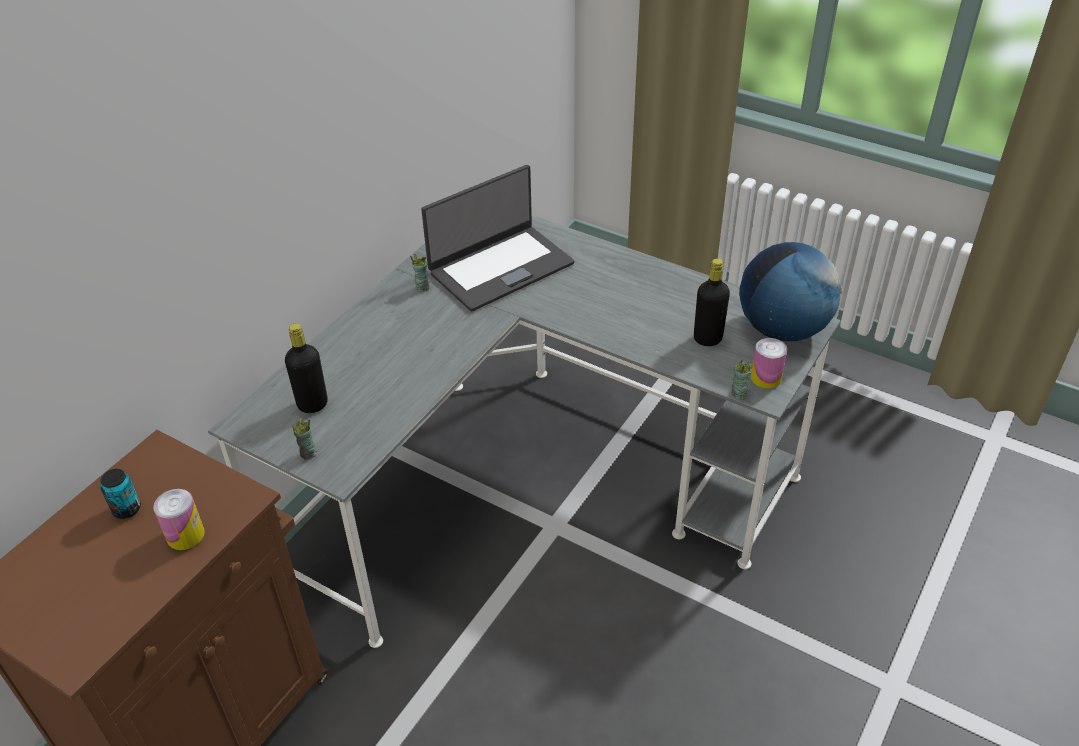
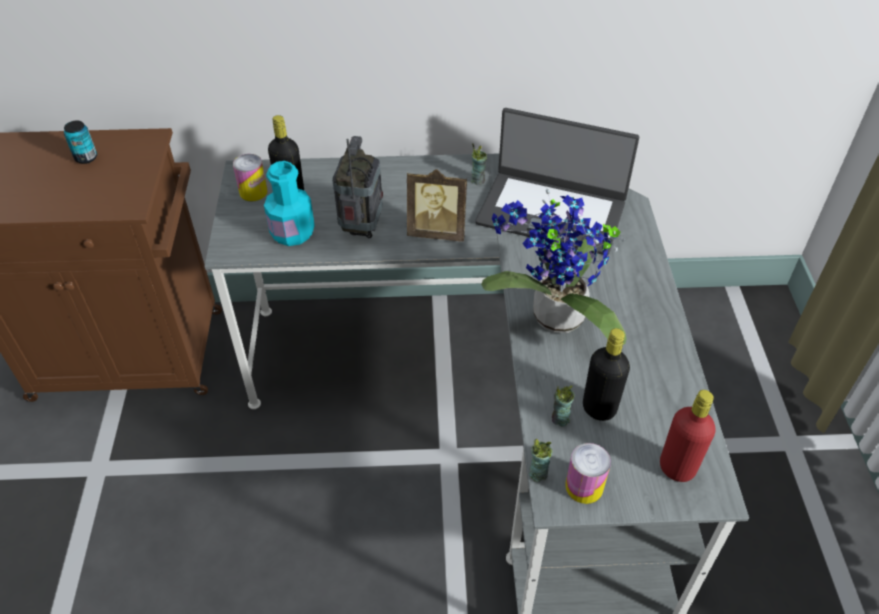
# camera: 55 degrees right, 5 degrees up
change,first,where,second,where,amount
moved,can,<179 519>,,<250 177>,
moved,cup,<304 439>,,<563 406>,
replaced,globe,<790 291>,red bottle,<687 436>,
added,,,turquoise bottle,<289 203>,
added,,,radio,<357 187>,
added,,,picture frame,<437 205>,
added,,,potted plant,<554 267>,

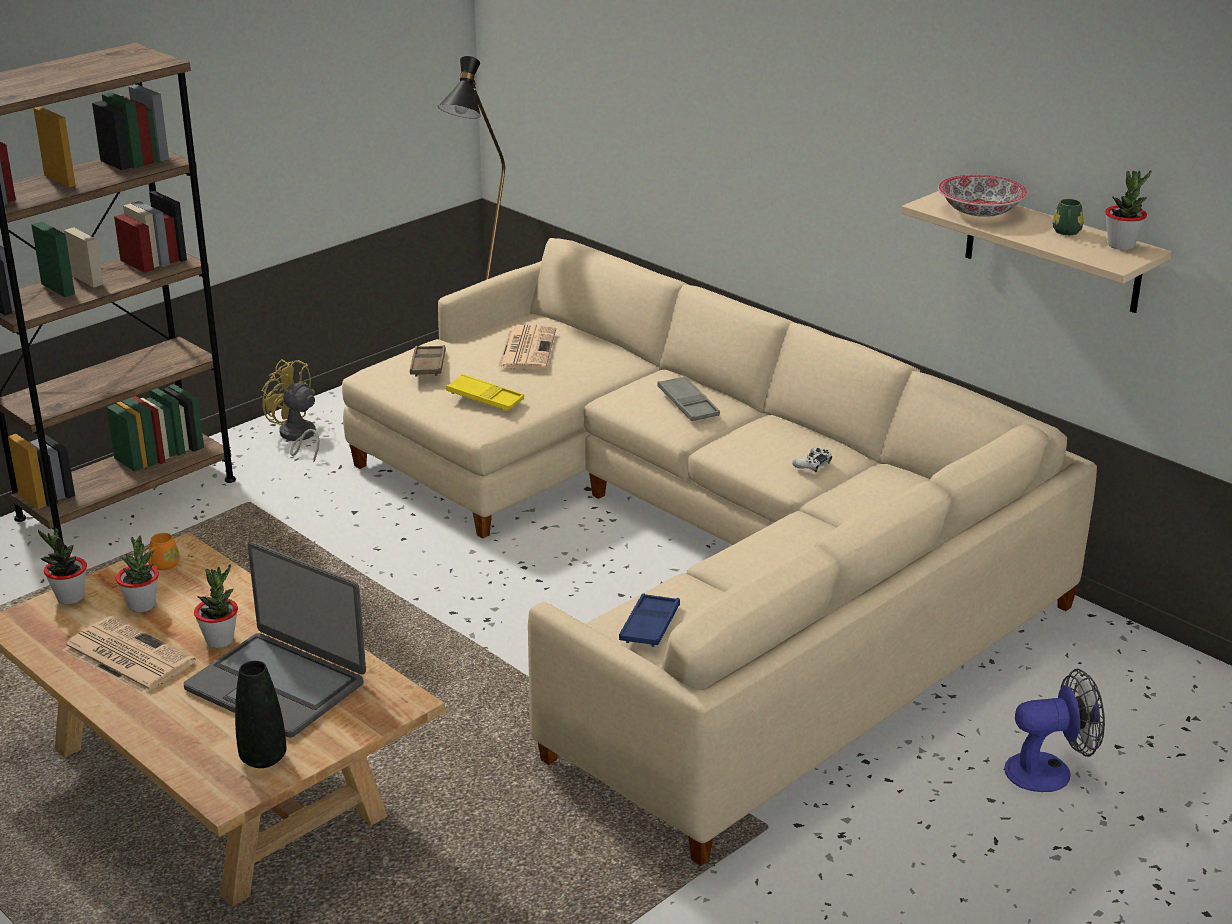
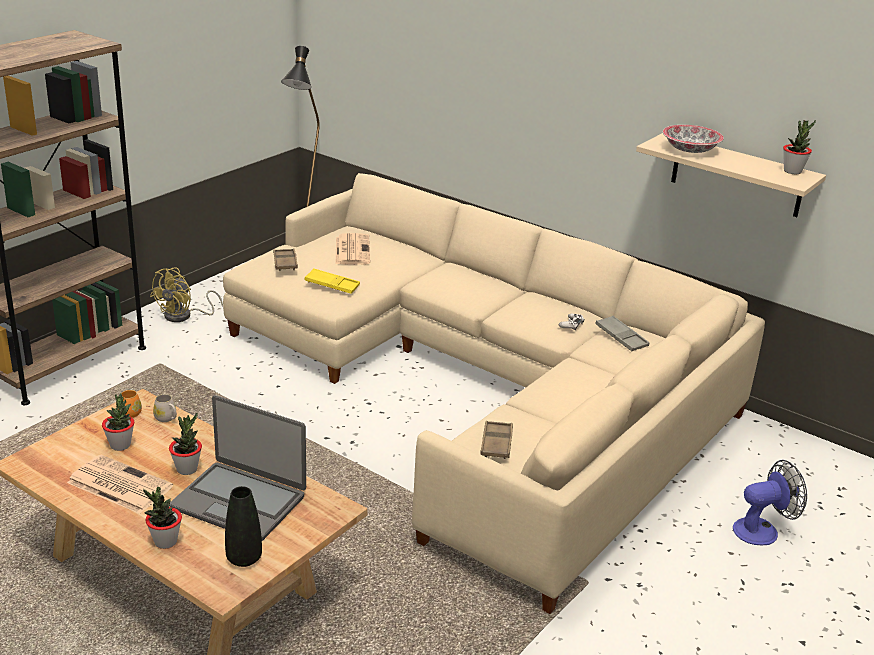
# camera: 10 degrees left, 0 degrees up
change,first,where,second,where,amount
moved,potted plant,<62 566>,,<162 517>,
turned,yellow fan,<290 410>,,<186 294>,90 degrees counterclockwise
recoloured,blue tray,<649 620>,brown tray,<496 440>,
moved,grey tray,<688 398>,,<622 333>,
removed,green mug,<1068 217>,,,
added,,,white mug,<165 408>,

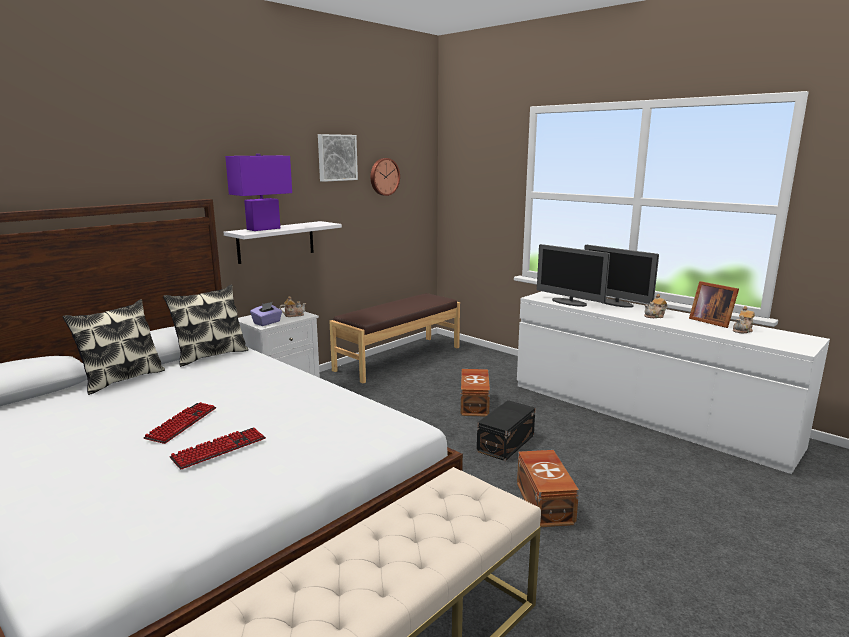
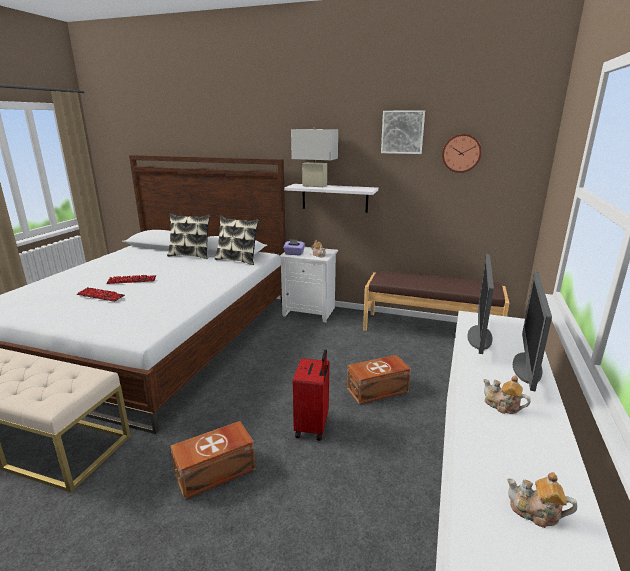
# camera: 65 degrees right, 5 degrees up
change,first,where,second,where,amount
recoloured,purple table lamp,<258 192>,white table lamp,<314 157>,
replaced,black storage box,<506 430>,red suitcase,<311 395>,
removed,picture frame,<714 304>,,,

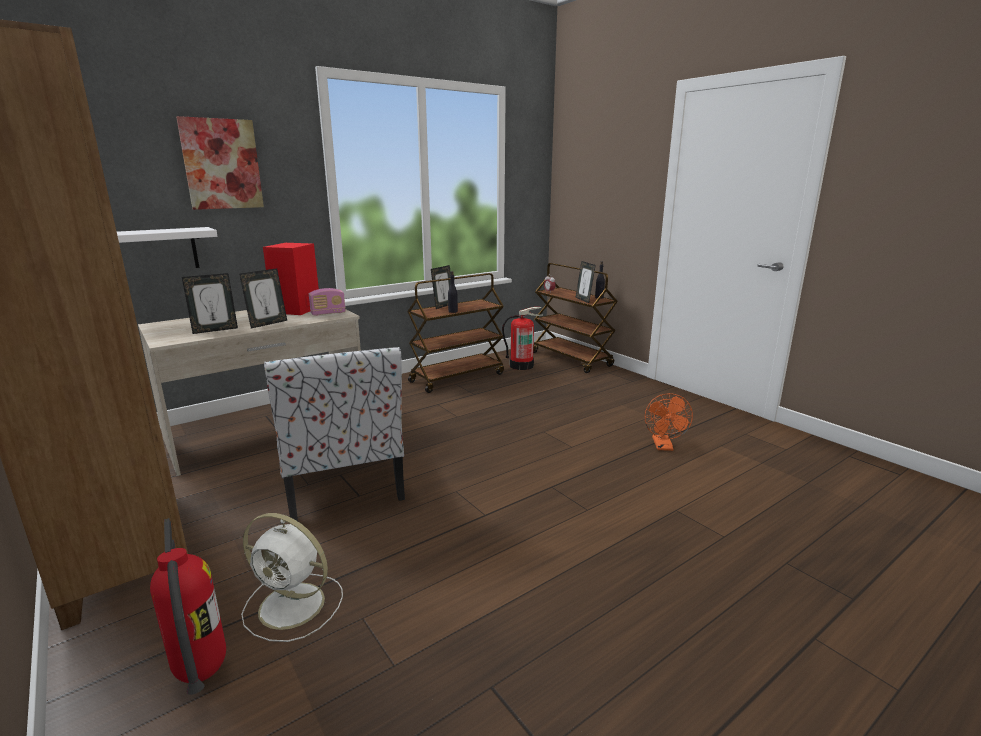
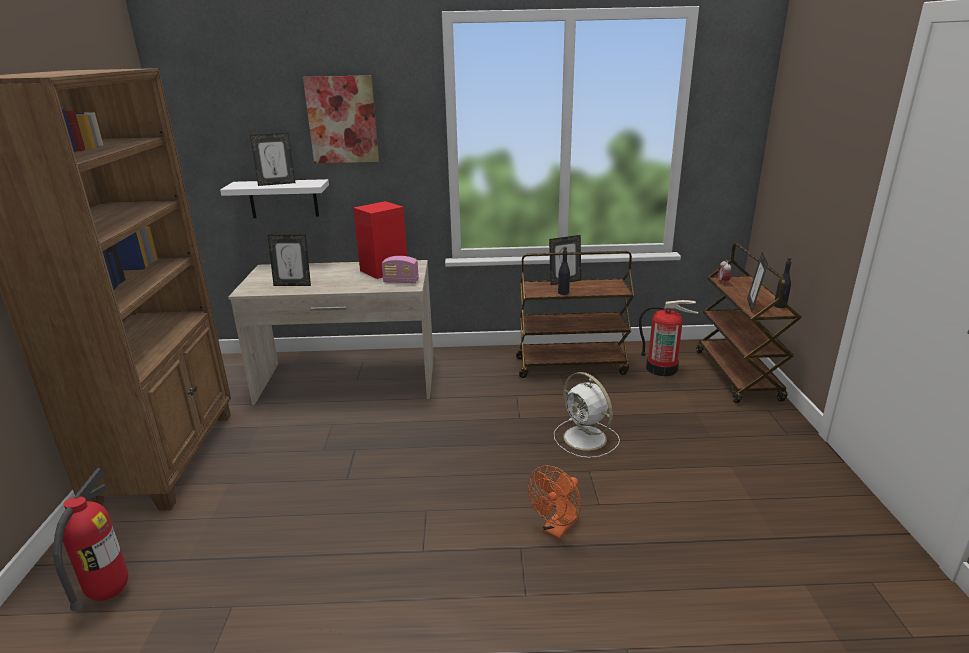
# camera: 35 degrees right, 5 degrees up
change,first,where,second,where,amount
moved,picture frame,<263 298>,,<273 159>,
moved,white fan,<292 577>,,<587 415>,
removed,chair,<334 434>,,,
moved,orange fan,<669 422>,,<554 502>,

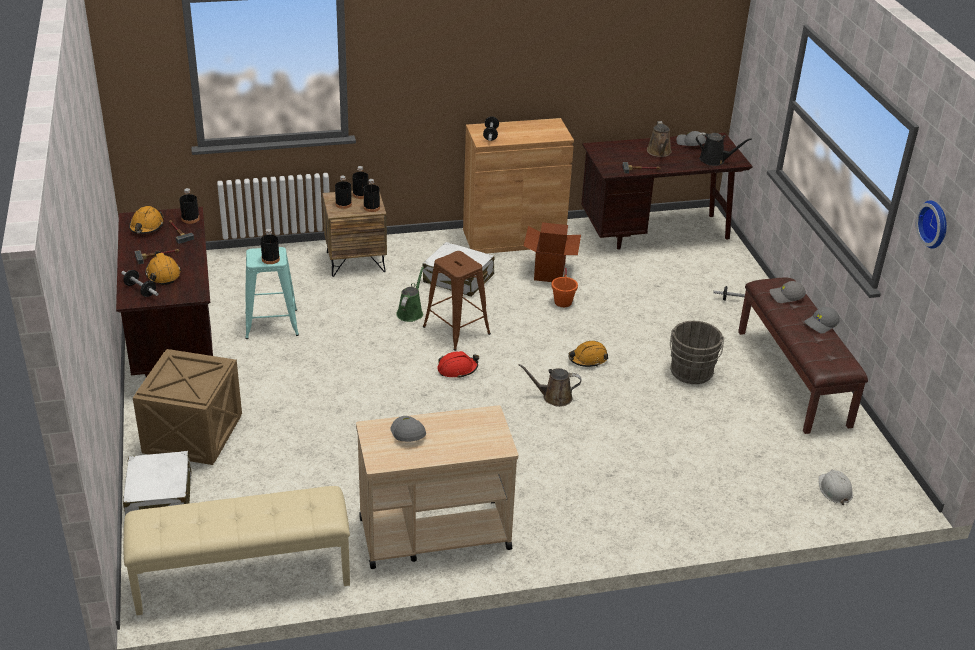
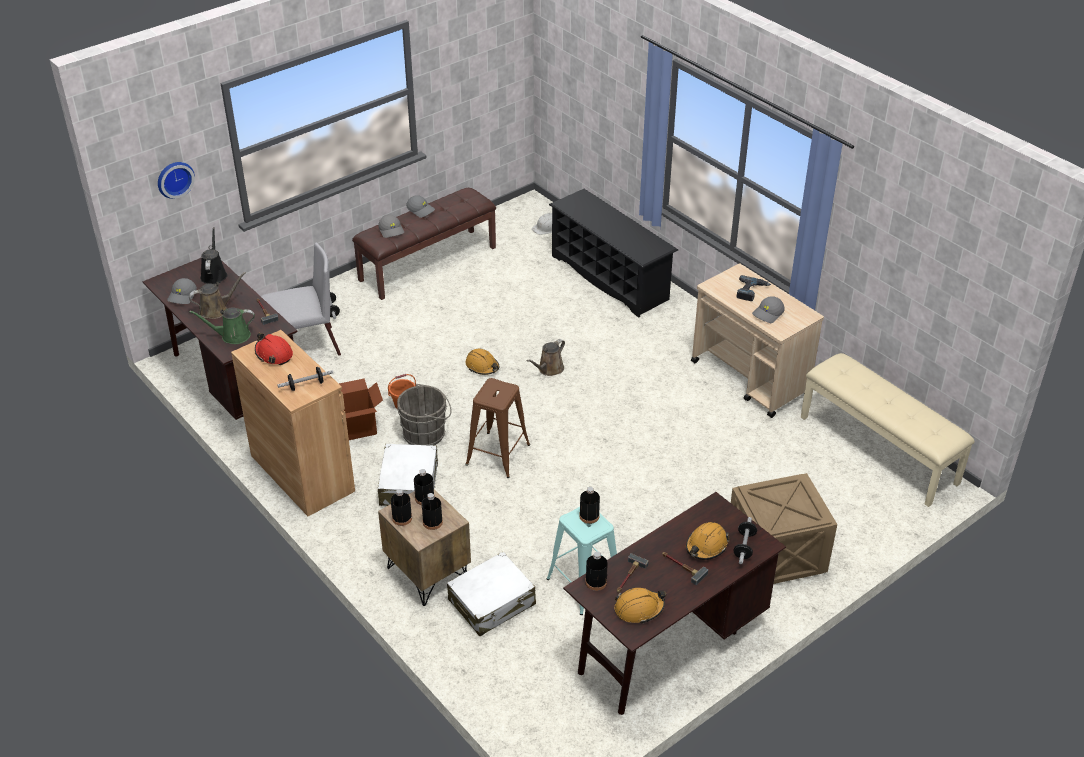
# camera: 115 degrees left, 5 degrees up
change,first,where,second,where,amount
moved,white suitcase,<157 483>,,<491 594>,
moved,green watering can,<410 294>,,<222 325>,
moved,red hard hat,<458 364>,,<274 349>,
turned,brown watering can,<550 385>,,<545 357>,60 degrees clockwise
moved,grey bucket,<697 352>,,<424 415>,
moved,wall clock,<931 224>,,<176 180>,
added,,,grey chair,<301 299>,
added,,,black shoe rack,<613 253>,
added,,,power drill,<753 288>,

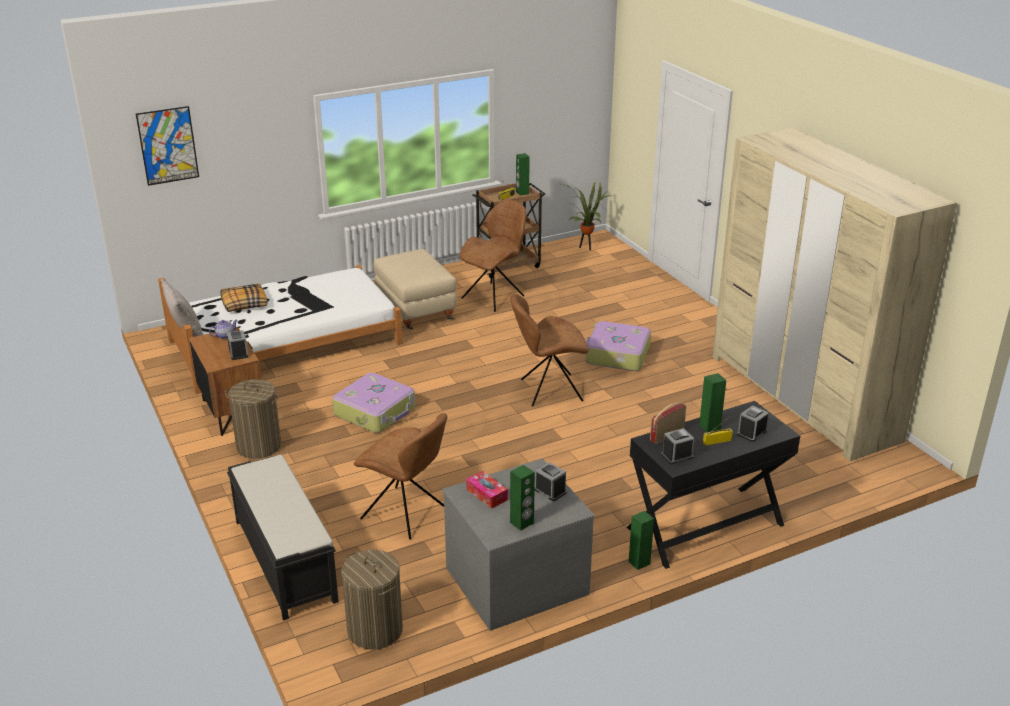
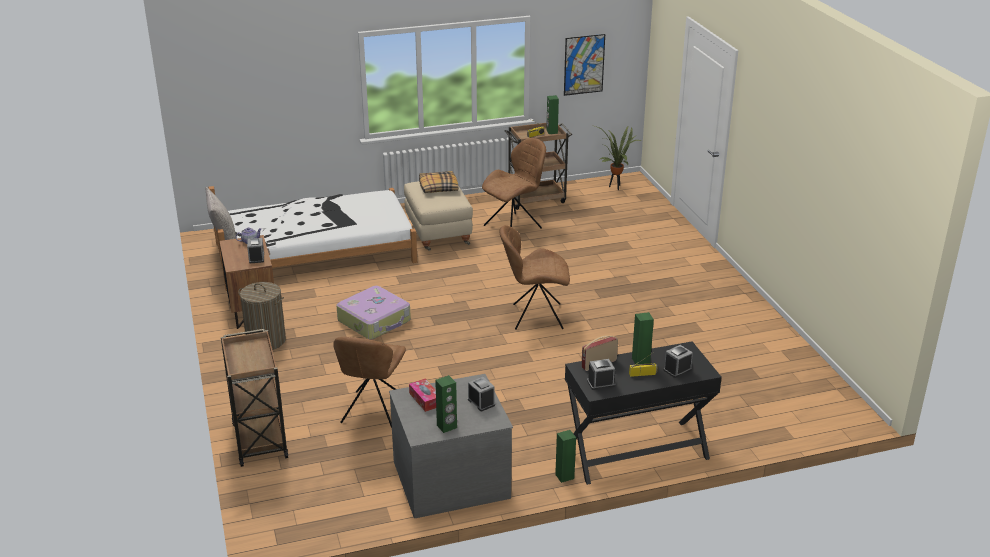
# camera: 10 degrees right, 0 degrees up
change,first,where,second,where,amount
moved,picture,<167 146>,,<584 65>,
moved,pillow,<243 297>,,<438 182>,
replaced,black bench,<283 538>,brown cart,<255 398>,
removed,laundry basket,<372 600>,,,
turned,brown chair,<400 476>,,<369 382>,60 degrees clockwise
removed,suitcase,<618 346>,,,
removed,beige wardrobe,<834 294>,,,

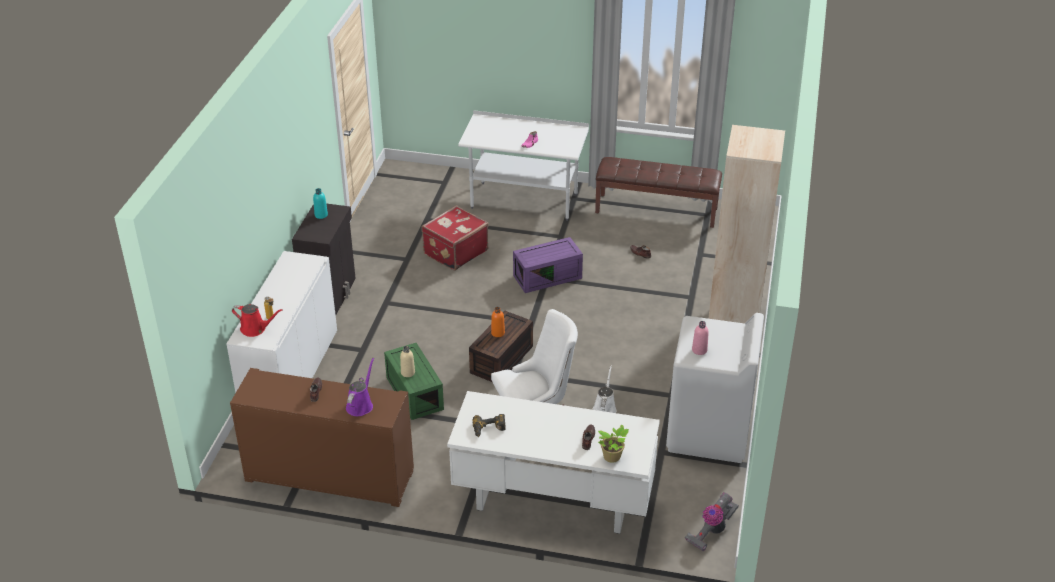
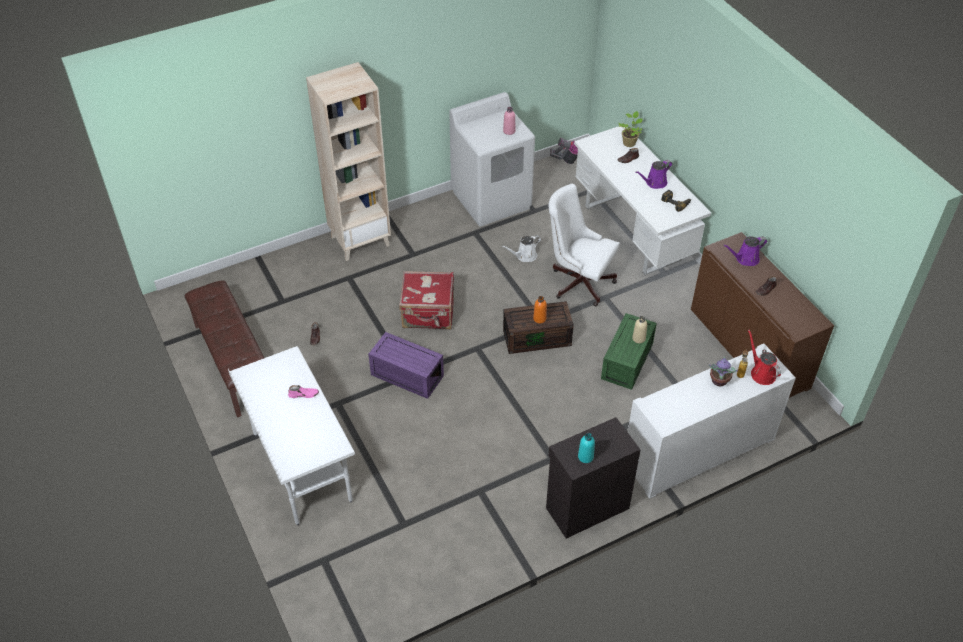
# camera: 130 degrees left, 10 degrees up
change,first,where,second,where,amount
moved,red suitcase,<454 238>,,<426 300>,
added,,,purple watering can,<653 174>,
added,,,potted plant,<723 371>,

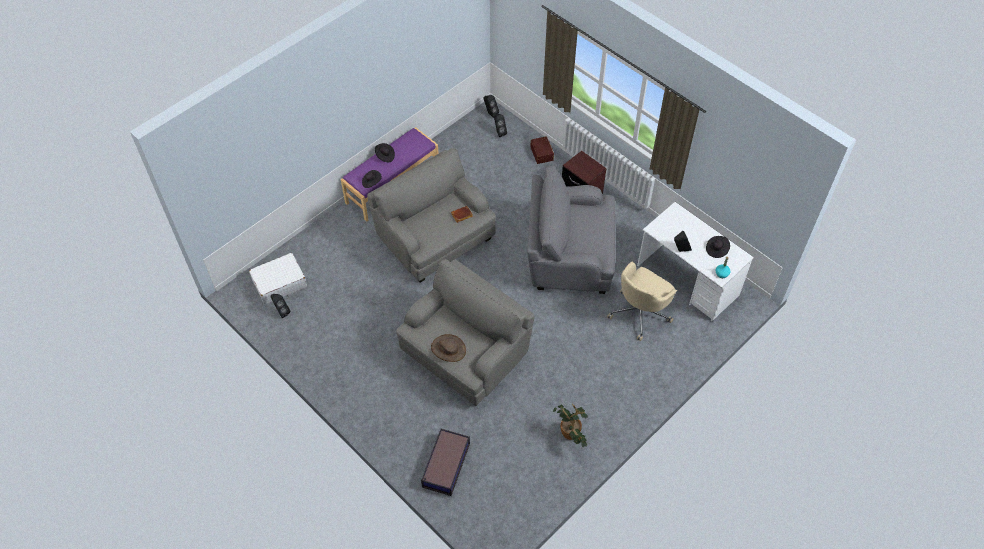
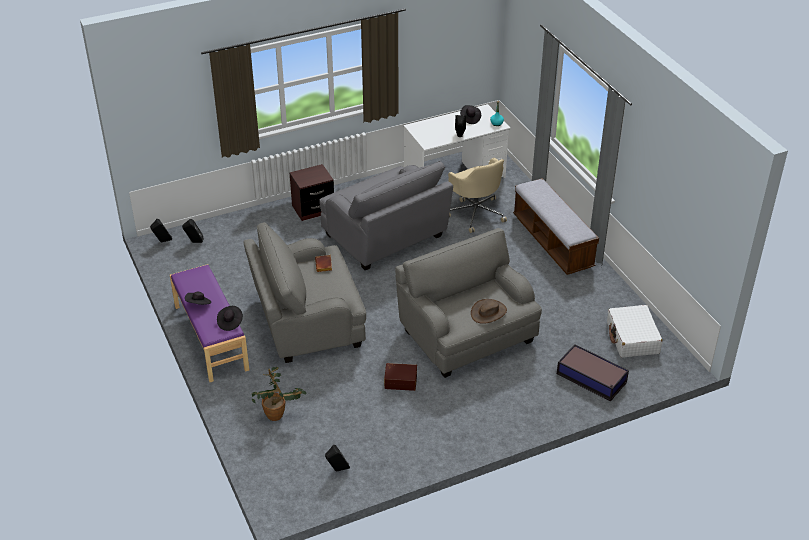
# camera: 70 degrees left, 15 degrees down
change,first,where,second,where,amount
moved,white suitcase,<278 278>,,<635 331>,
turned,grey armchair,<571 230>,,<386 215>,60 degrees counterclockwise
moved,brown storage box,<542 150>,,<400 377>,
moved,potted plant,<570 425>,,<279 394>,
added,,,bench,<556 226>,

